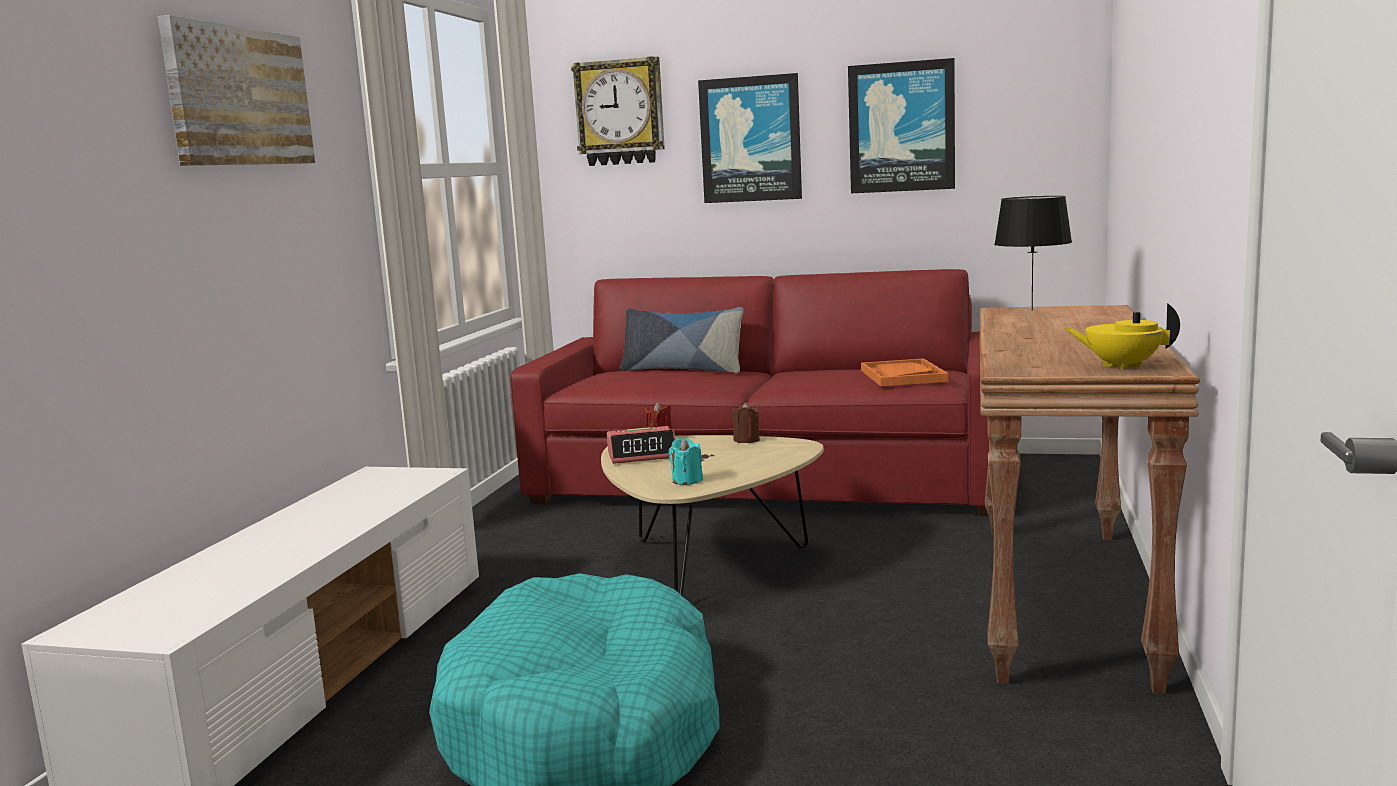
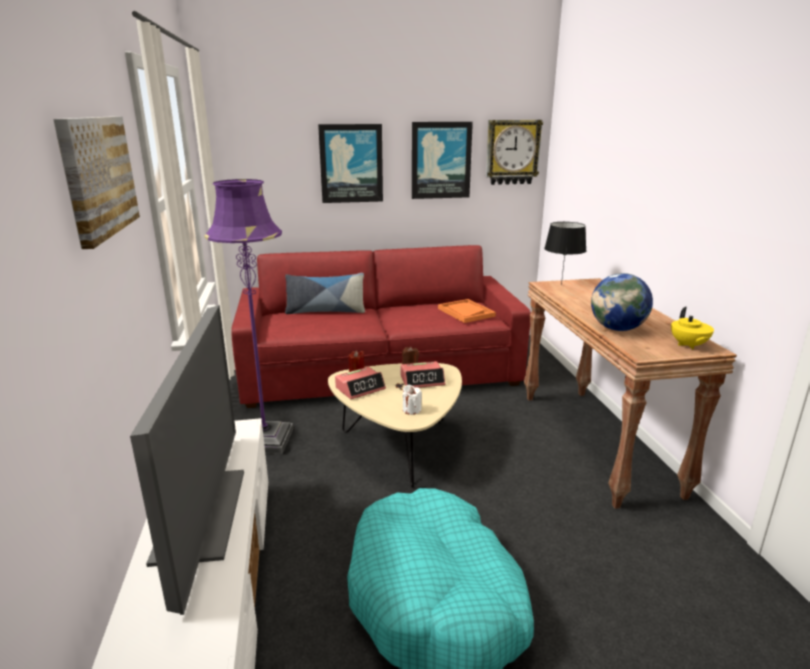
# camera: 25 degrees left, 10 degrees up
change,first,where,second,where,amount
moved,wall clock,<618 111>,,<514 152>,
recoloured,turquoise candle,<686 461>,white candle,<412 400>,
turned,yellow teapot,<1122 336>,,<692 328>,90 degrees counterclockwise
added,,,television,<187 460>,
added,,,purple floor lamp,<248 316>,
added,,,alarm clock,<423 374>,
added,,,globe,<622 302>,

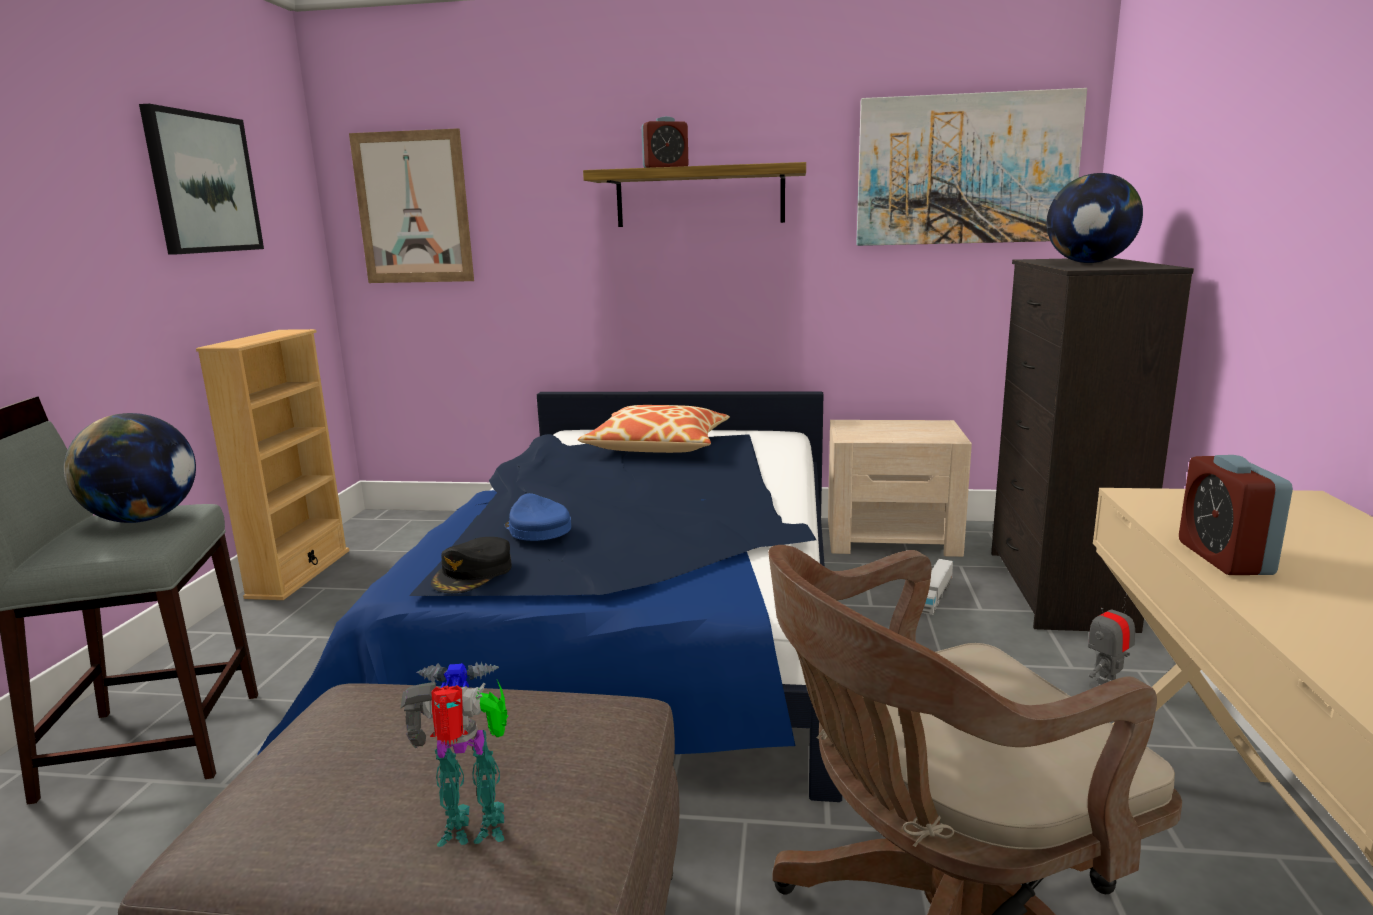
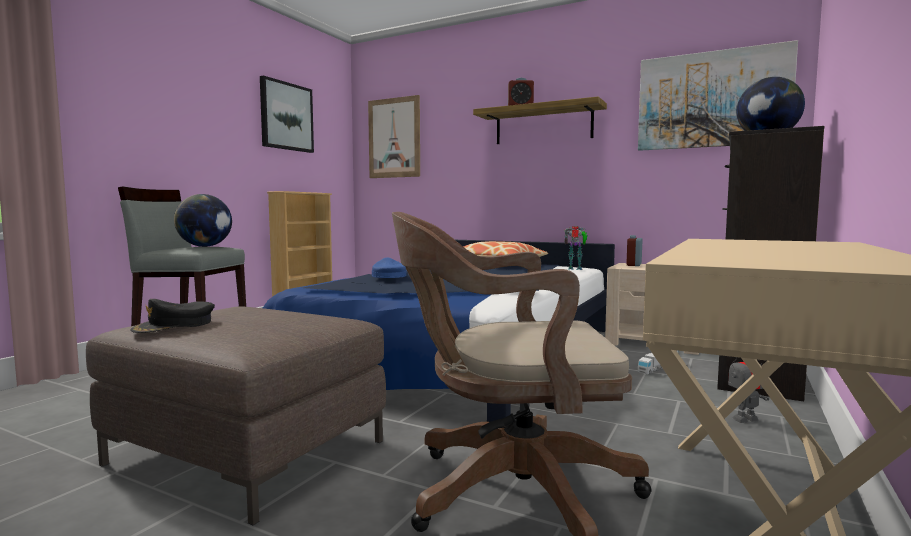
# camera: 20 degrees right, 10 degrees down
change,first,where,second,where,amount
moved,toy robot,<454 754>,,<576 248>,
moved,black cap,<471 565>,,<172 316>,
moved,alarm clock,<1236 515>,,<634 250>,

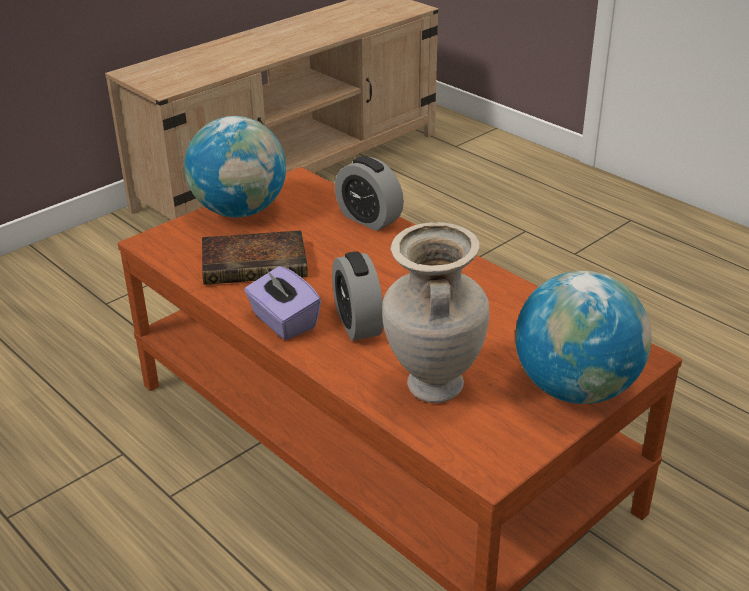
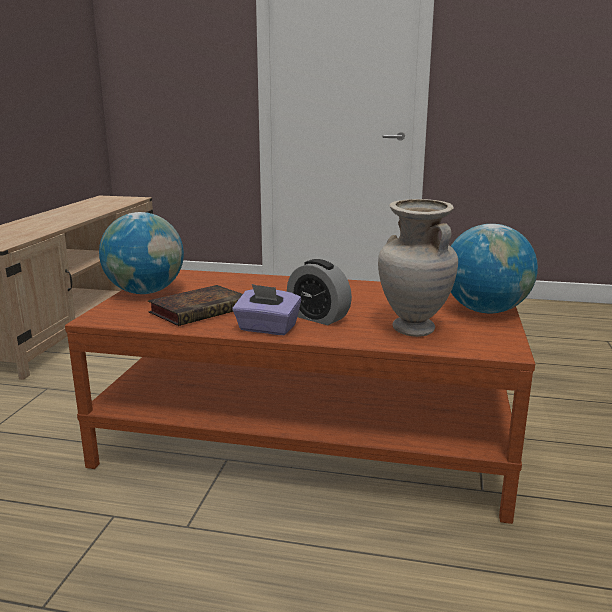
# camera: 35 degrees left, 15 degrees down
change,first,where,second,where,amount
removed,alarm clock,<369 193>,,,

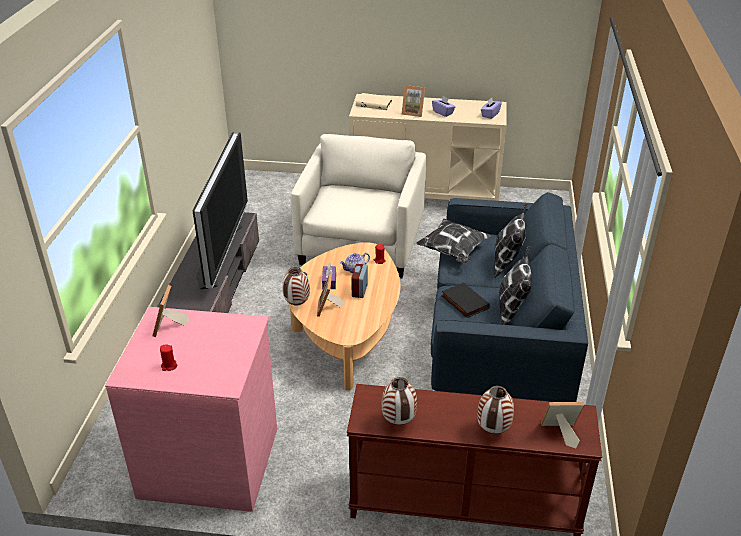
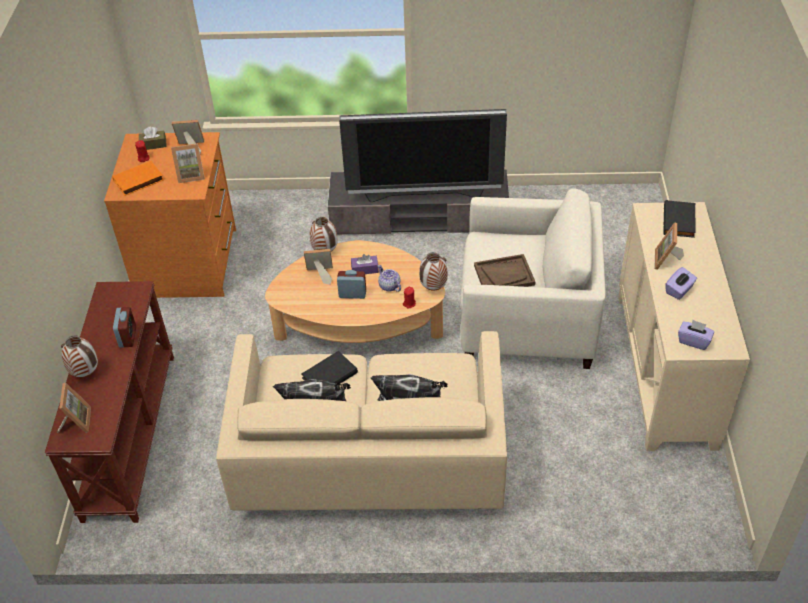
# camera: 85 degrees right, 10 degrees up
change,first,where,second,where,amount
recoloured,pink dresser,<191 409>,orange dresser,<170 215>,
recoloured,beige book,<374 101>,black book,<679 219>,
moved,vase,<399 401>,,<433 271>,
removed,pillow,<453 241>,,,
recoloured,blue sofa,<509 297>,beige sofa,<361 421>,
added,,,orange book,<138 178>,
added,,,alarm clock,<124 327>,
added,,,brown tissue box,<153 138>,
added,,,picture frame,<188 163>,
added,,,brown tray,<504 270>,

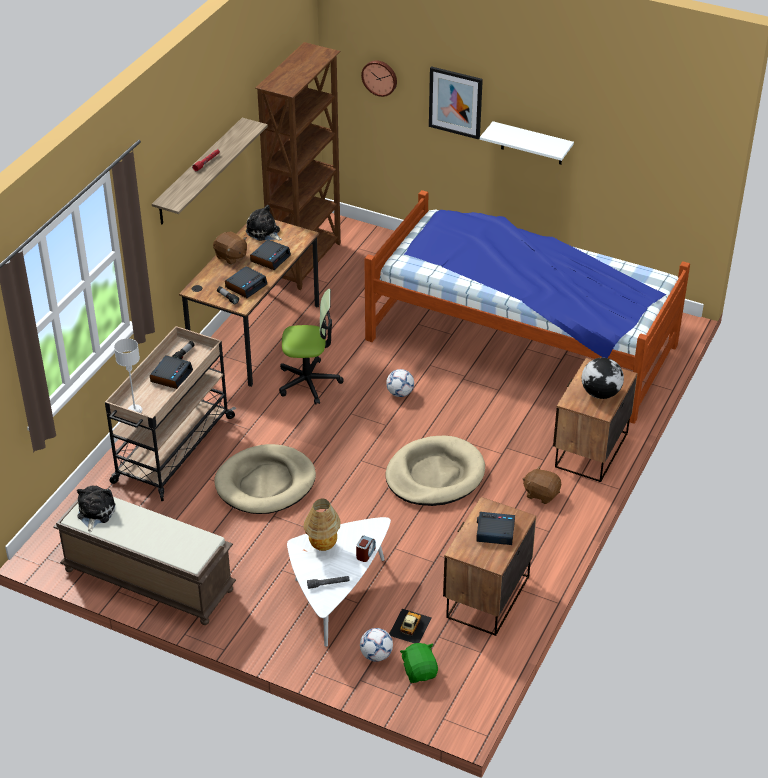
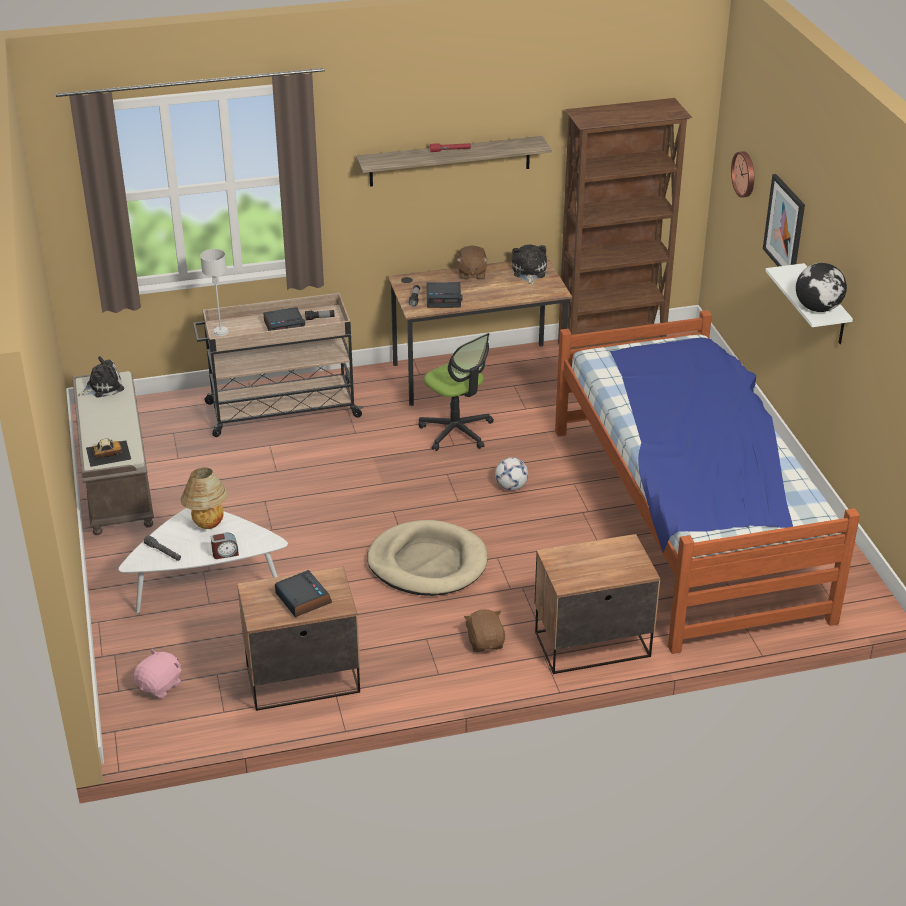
# camera: 50 degrees right, 5 degrees down
change,first,where,second,where,amount
removed,beige dog bed,<265 479>,,,
removed,alarm clock,<270 255>,,,
removed,football,<376 645>,,,
moved,toy car,<410 626>,,<108 453>,
recoloured,green plush toy,<419 663>,pink plush toy,<157 673>,
moved,globe,<603 378>,,<821 287>,

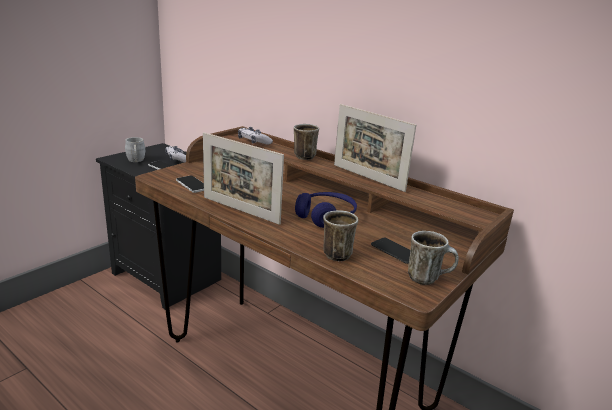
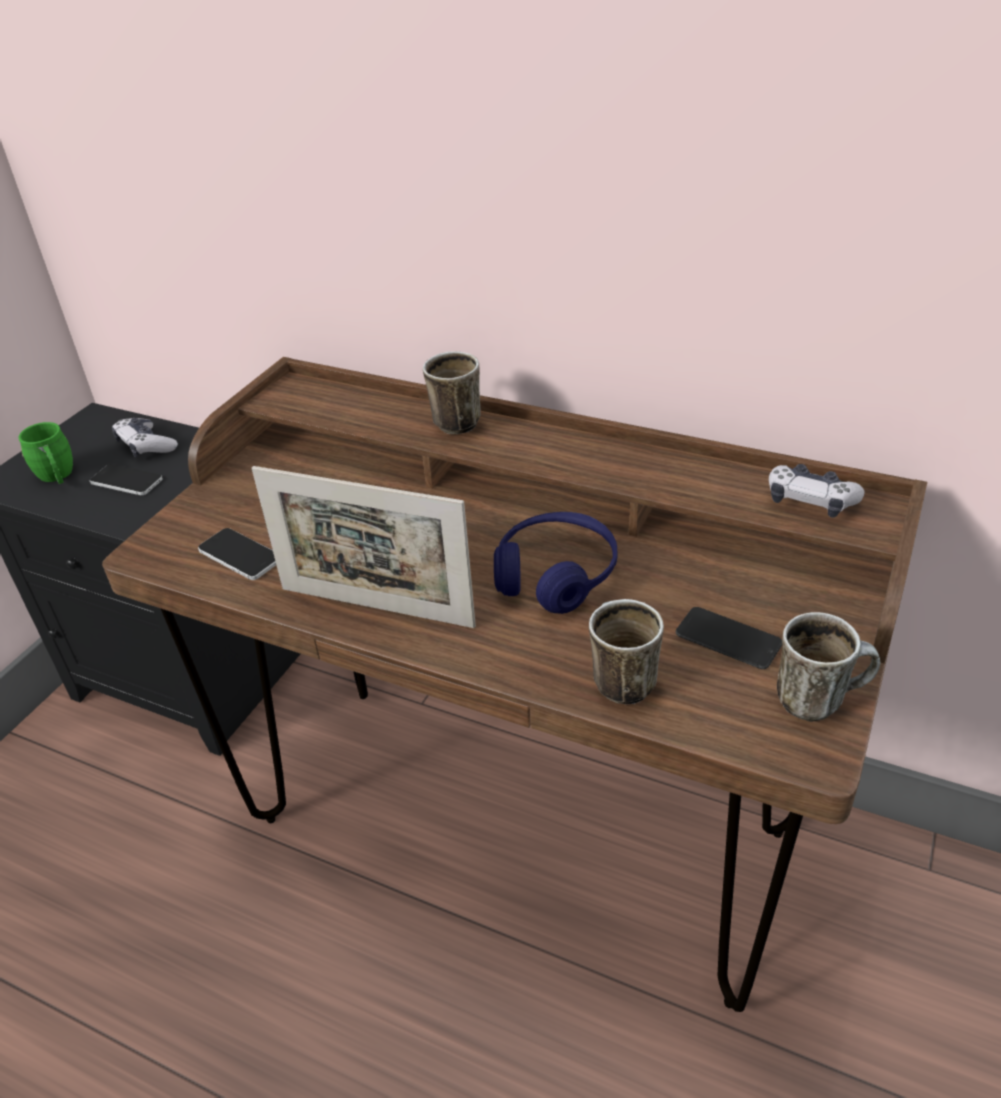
# camera: 10 degrees left, 15 degrees up
change,first,where,second,where,amount
recoloured,grey mug,<135 149>,green mug,<45 453>,
moved,game controller,<255 136>,,<817 491>,
removed,picture frame,<375 148>,,,

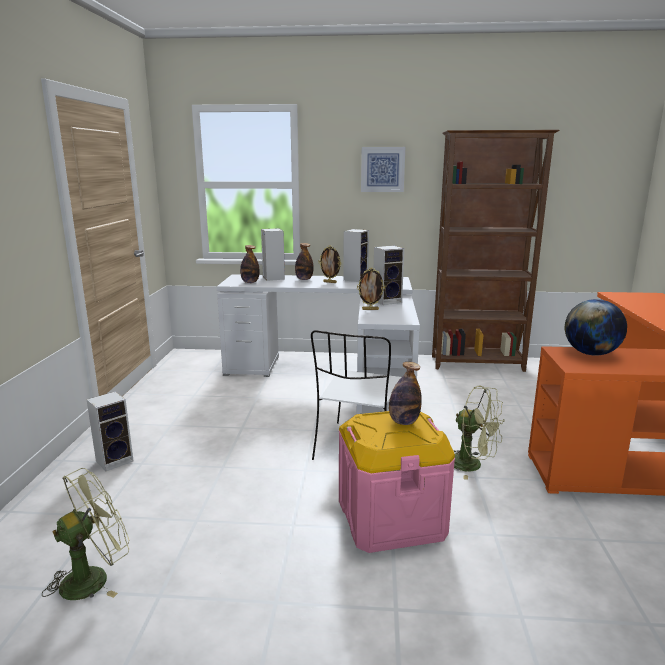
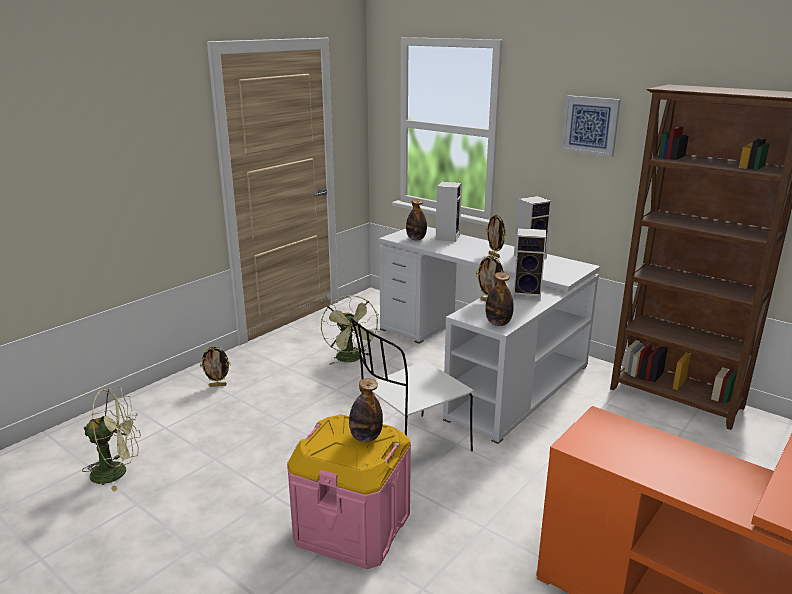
# camera: 35 degrees right, 5 degrees up
change,first,where,second,where,amount
replaced,speaker,<110 431>,picture frame,<215 366>,
moved,bottle,<304 261>,,<499 299>,
moved,green fan,<479 432>,,<350 330>,
removed,globe,<596 327>,,,

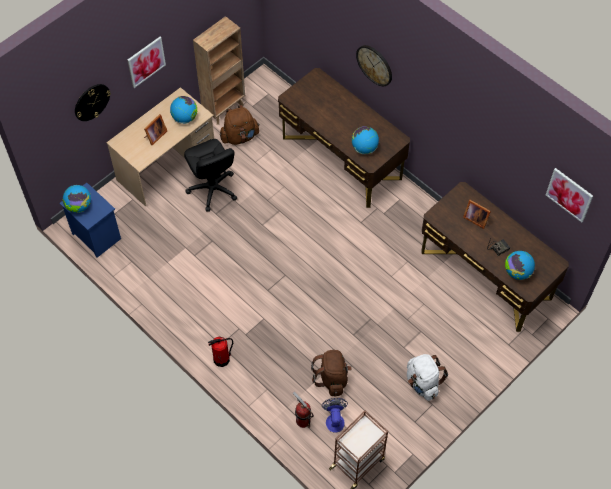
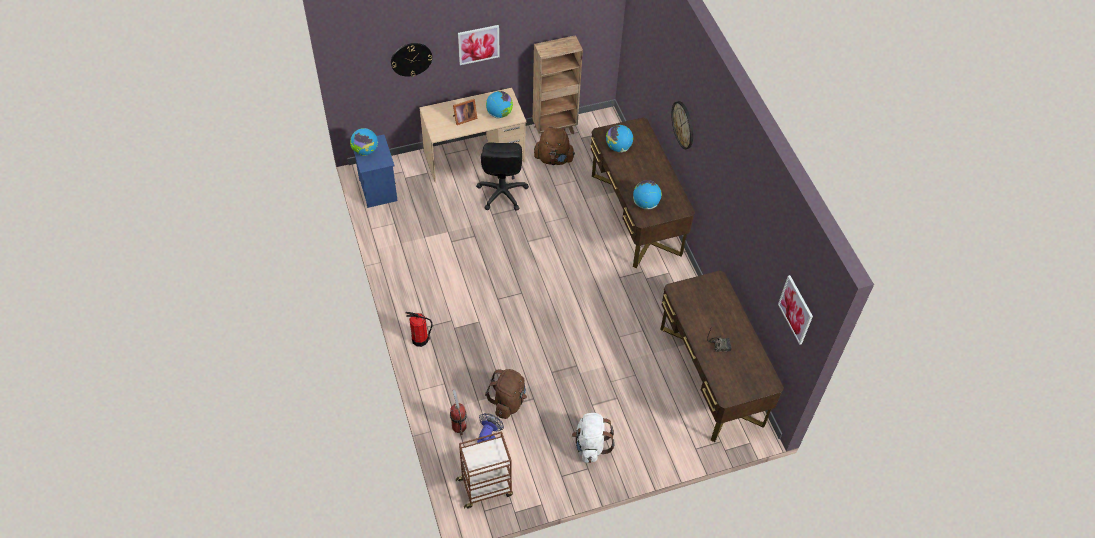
# camera: 25 degrees right, 5 degrees down
change,first,where,second,where,amount
removed,picture frame,<477 214>,,,
moved,globe,<520 265>,,<619 139>,

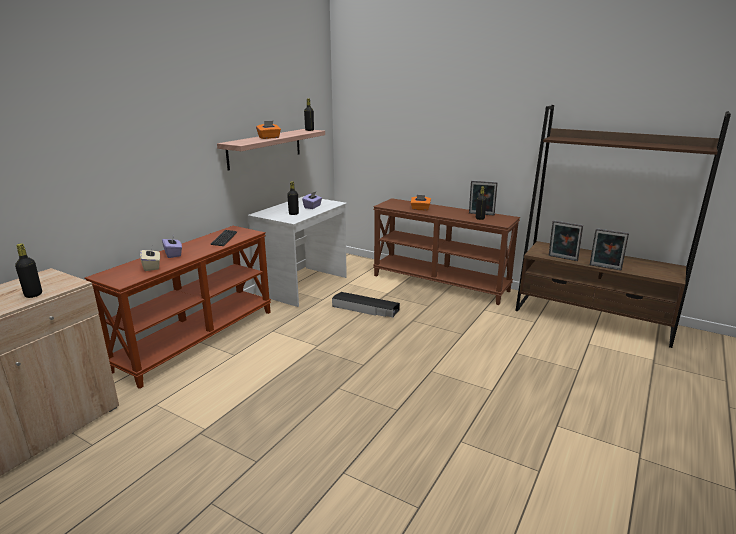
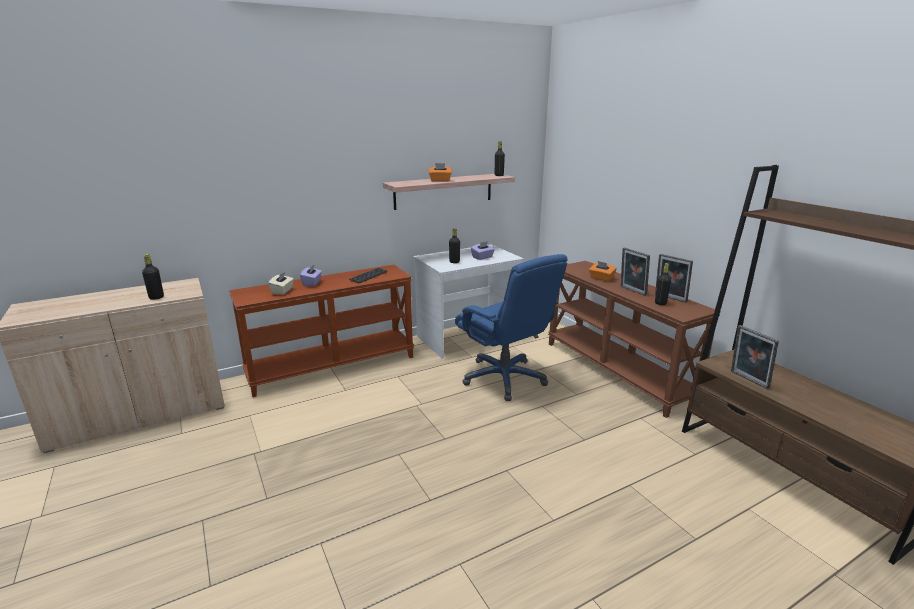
# camera: 30 degrees right, 0 degrees up
change,first,where,second,where,amount
replaced,black storage box,<366 304>,blue office chair,<511 327>,
moved,picture frame,<609 249>,,<635 271>,

